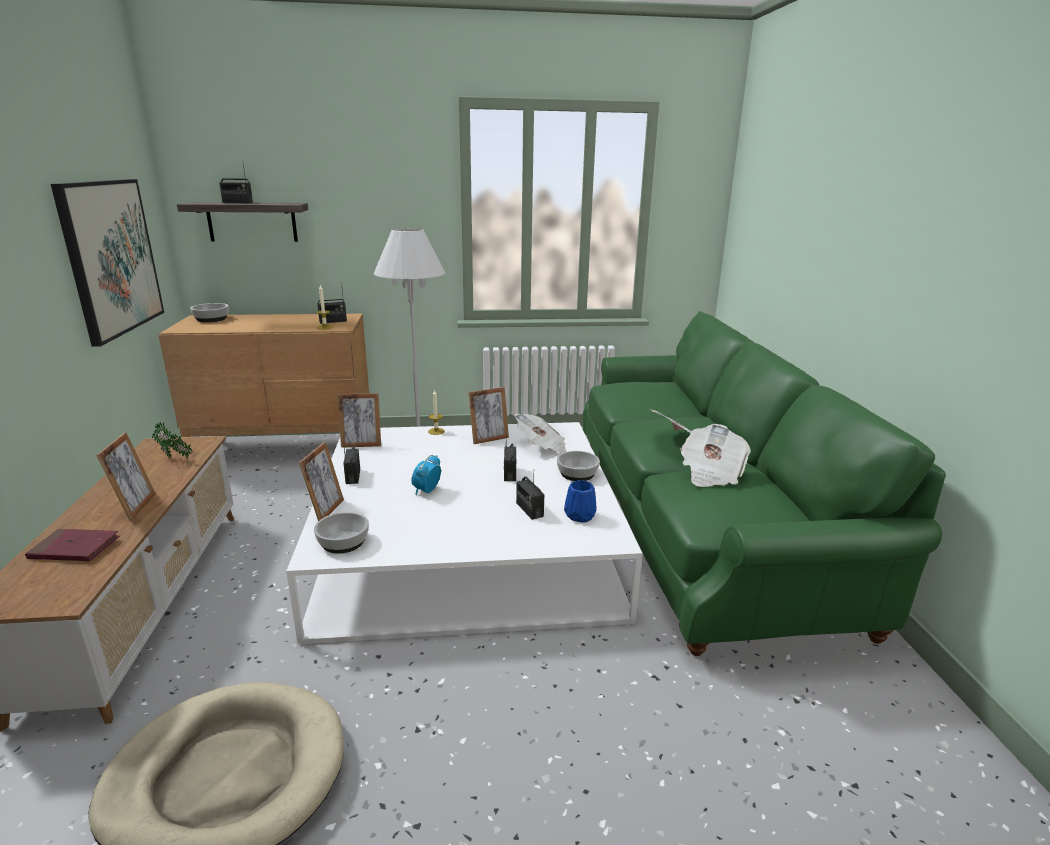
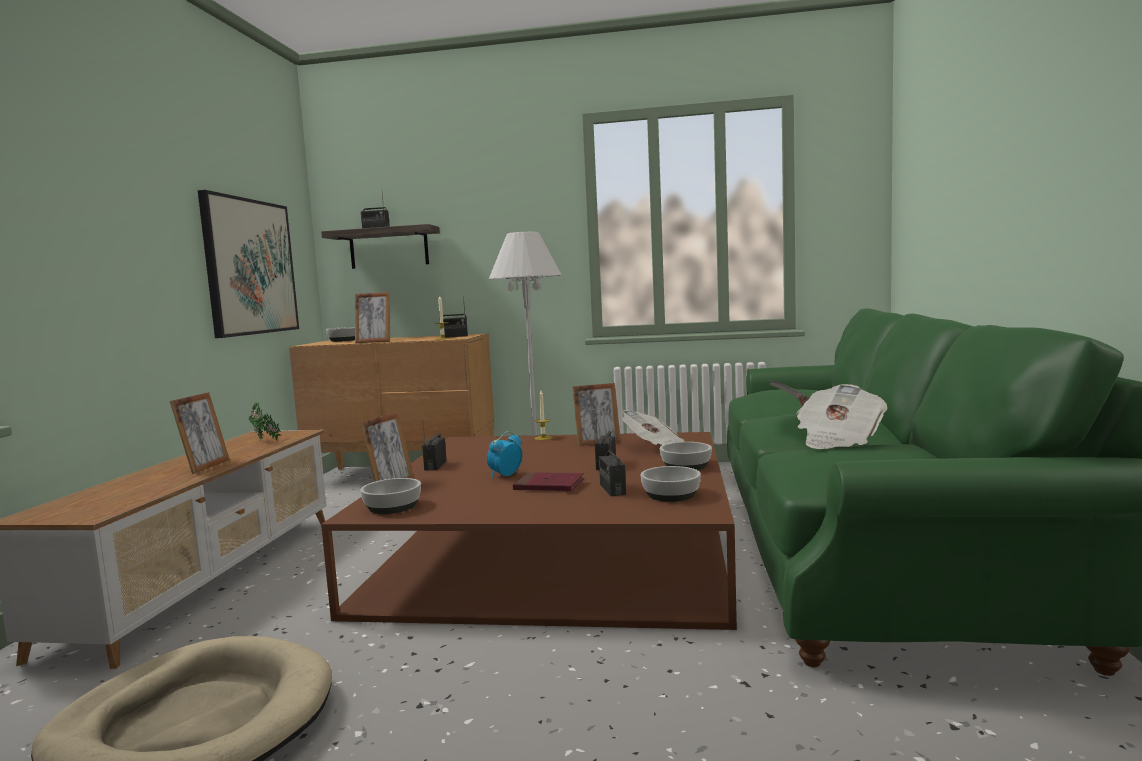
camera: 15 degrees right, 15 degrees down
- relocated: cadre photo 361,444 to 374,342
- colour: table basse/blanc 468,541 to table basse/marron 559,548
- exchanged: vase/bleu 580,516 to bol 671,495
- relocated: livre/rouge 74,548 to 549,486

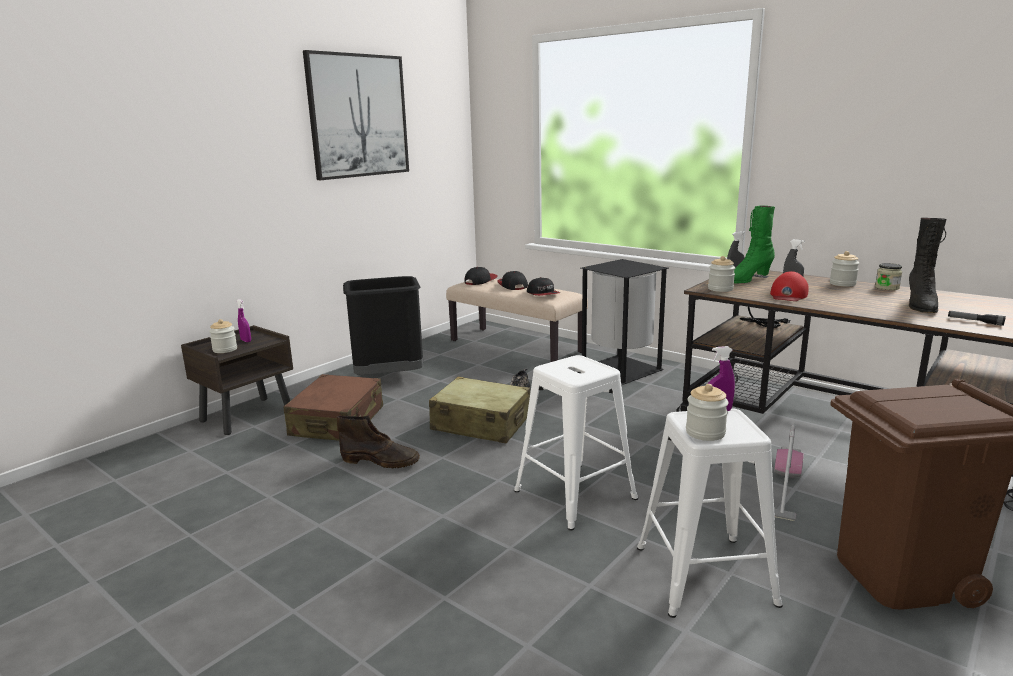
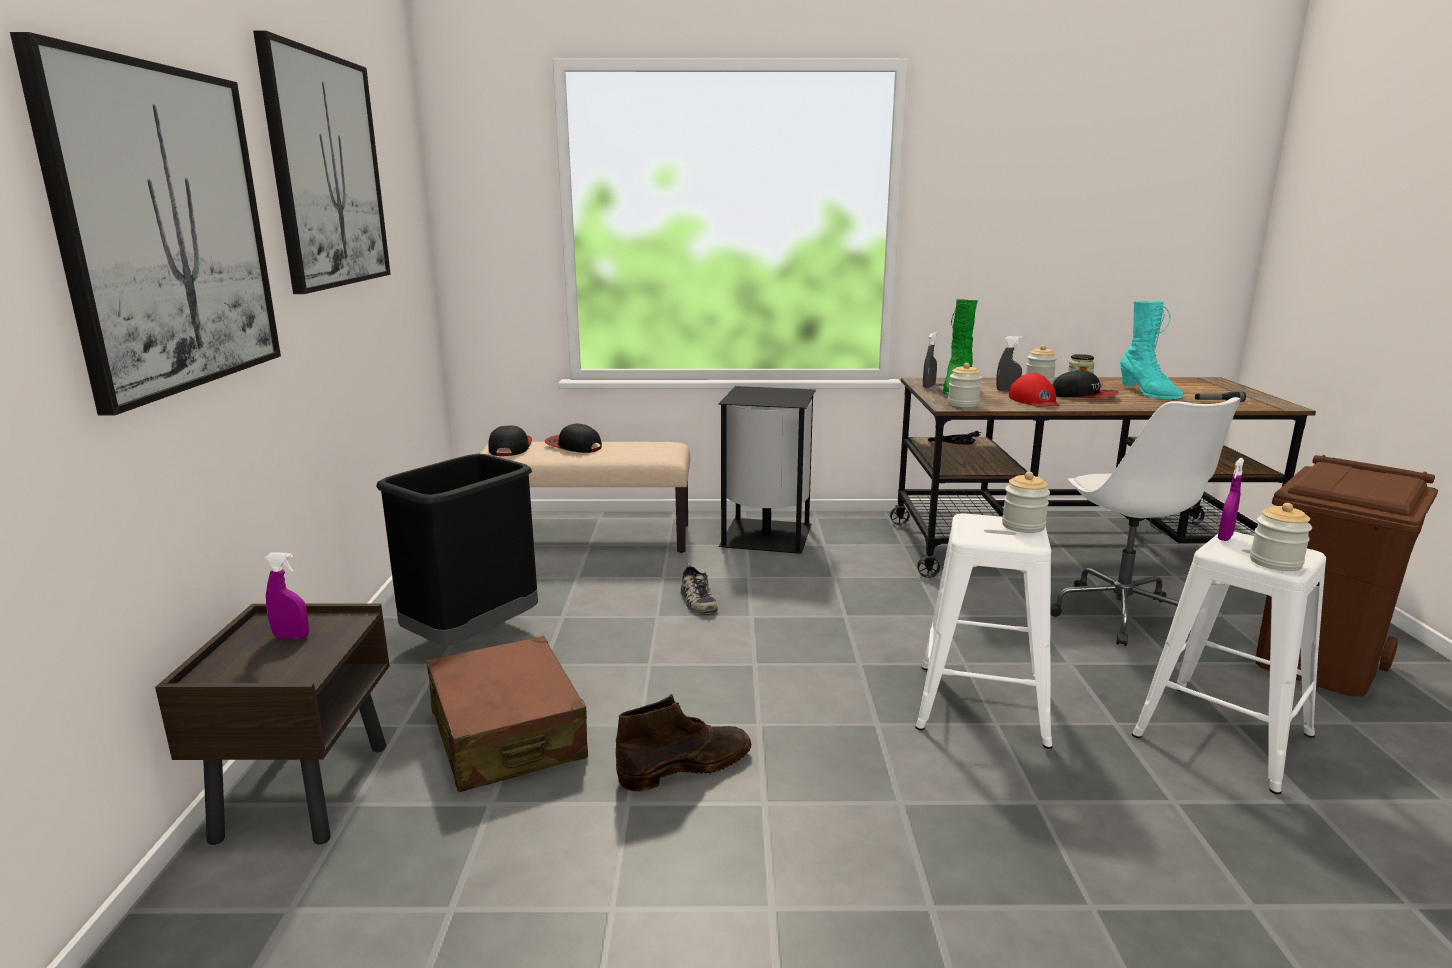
camera: 40 degrees left, 0 degrees up
- colour: botte/noir 920,305 to botte/turquoise 1148,393
- relocated: casquette 543,294 to 1083,396
- relocated: bocal 225,349 to 1023,526
- missing: valise/beige 480,424
- exchanged: aspirateur 785,488 to chaise de bureau/blanc 1122,617
- appeared: tableau 167,230

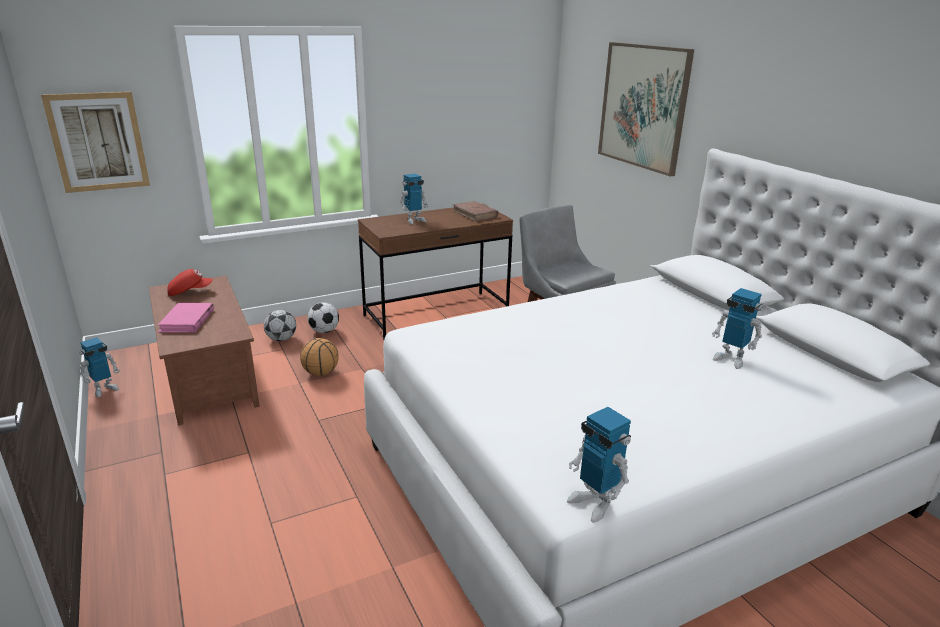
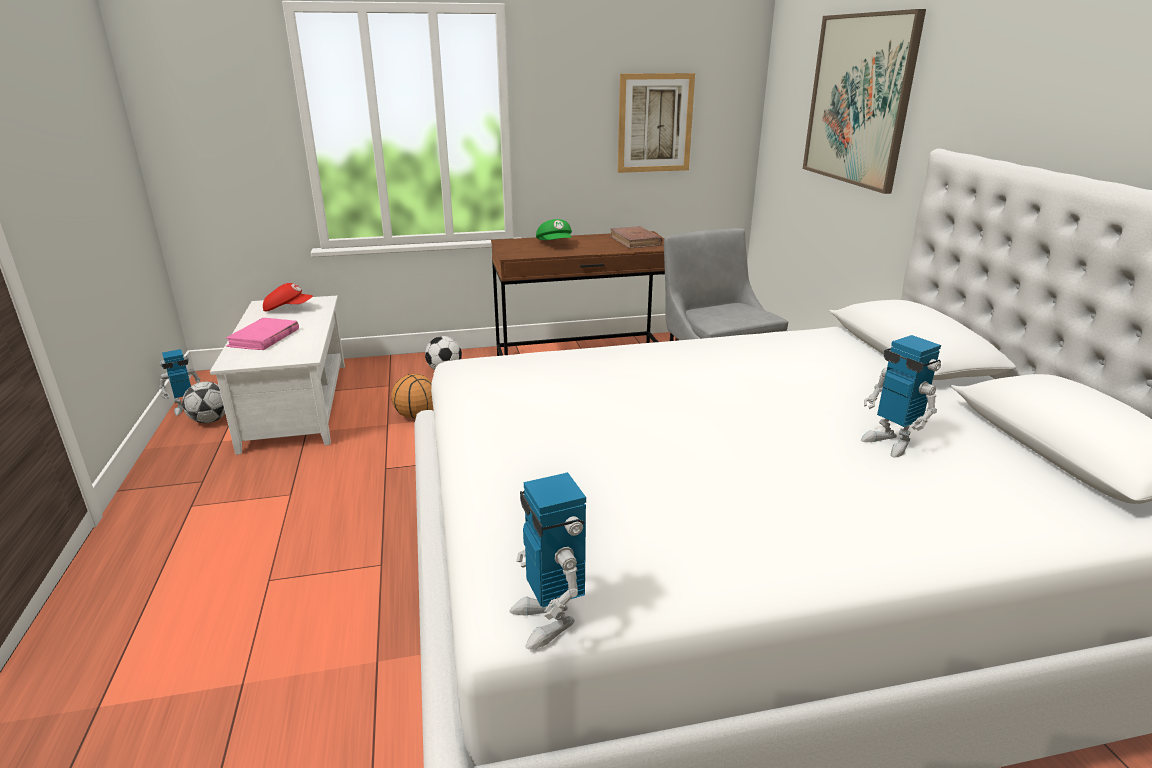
camera: 15 degrees right, 0 degrees up
- relocated: tableau 98,142 to 655,123
- exchanged: robot jouet 414,220 to casquette/vert 555,244
- colour: table basse/marron 207,375 to table basse/blanc 295,405
- relocated: ballon de foot 281,339 to 210,420

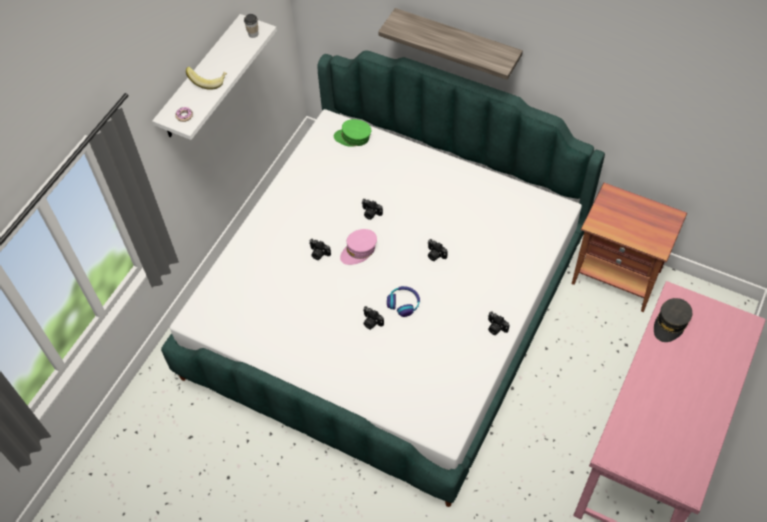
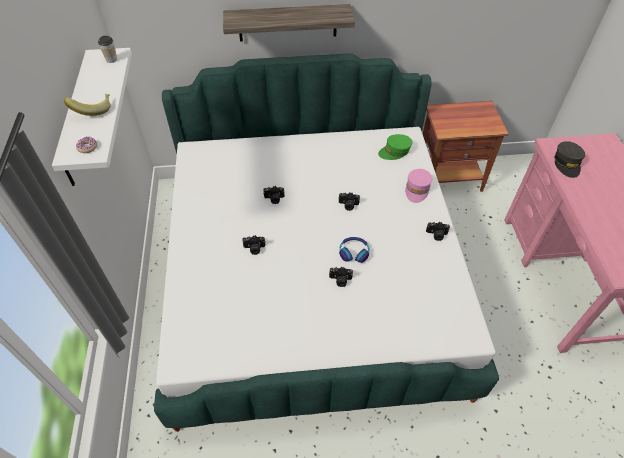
camera: 35 degrees left, 5 degrees down
- relocated: casquette/vert 353,137 to 395,151
- relocated: casquette/rose 359,250 to 417,189

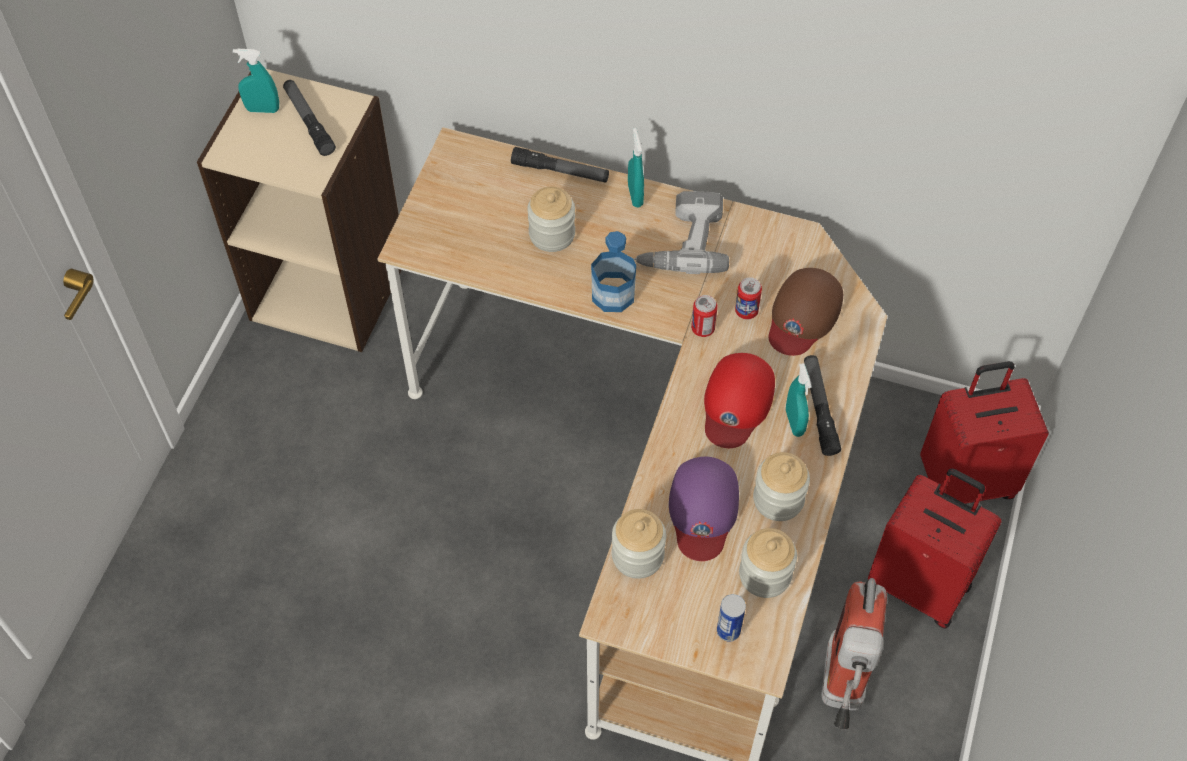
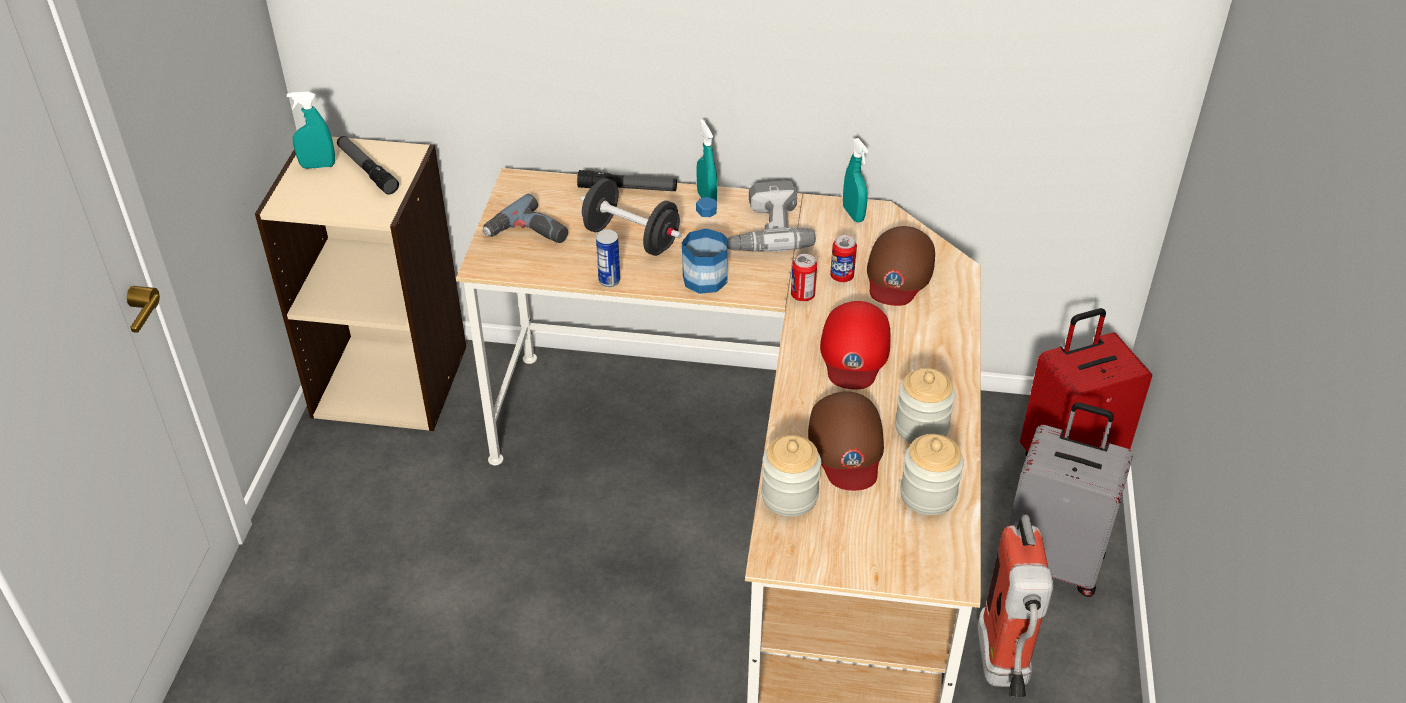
camera: 10 degrees left, 15 degrees down
- exchanged: bocal 552,234 to haltère/noir 631,238
- missing: lampe de poche 819,408
- relocated: vaporisateur/turquoise 794,422 to 853,214
- colour: casquette/violet 703,510 to casquette/marron 846,446
- colour: valise/rouge 920,584 to valise/gris 1053,560
- relocated: boîte métallique 728,631 to 609,280
- appeared: perceuse 527,235

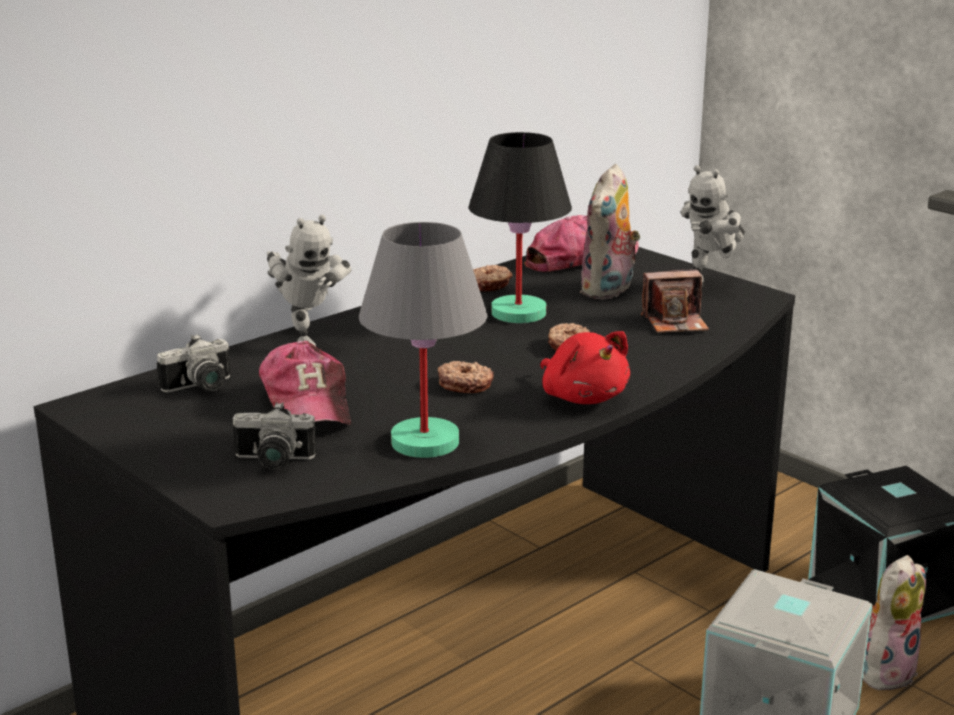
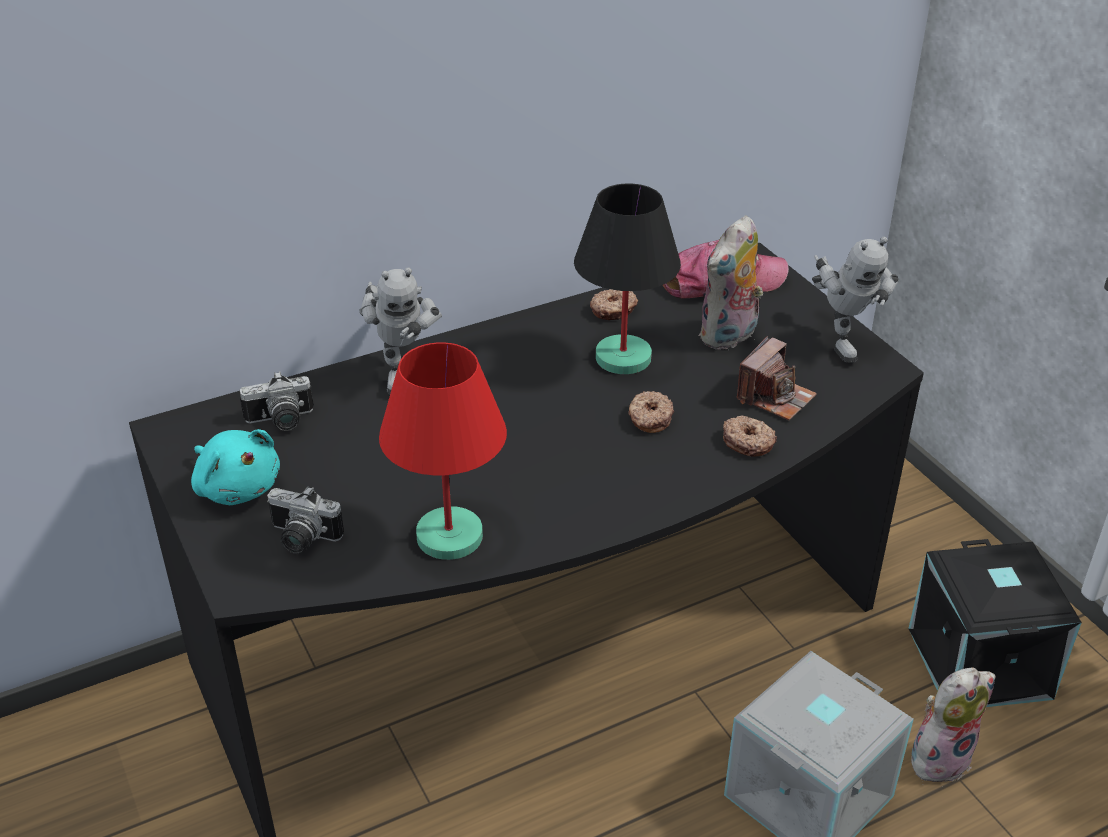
camera: 15 degrees right, 15 degrees up
- spun: robot jouet 710,284 = 841,341 75 degrees counterclockwise
- colour: lampe de table/gris 426,441 to lampe de table/rouge 451,536
- spun: appareil photo 675,322 = 775,397 60 degrees counterclockwise
- missing: peluche/rouge 583,397
- missing: casquette 308,405
- relocated: beignet 465,384 to 748,442
- appeared: peluche/turquoise 237,487

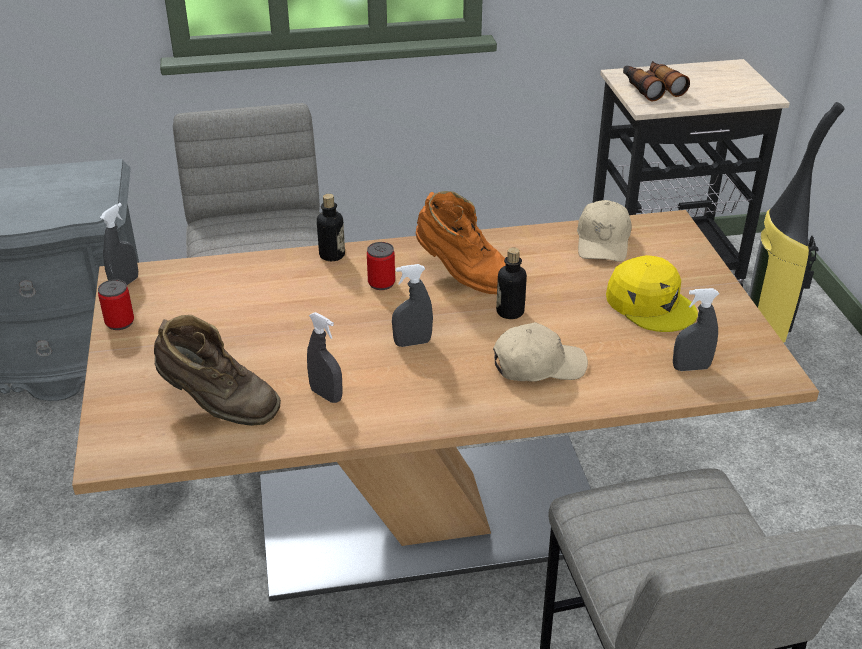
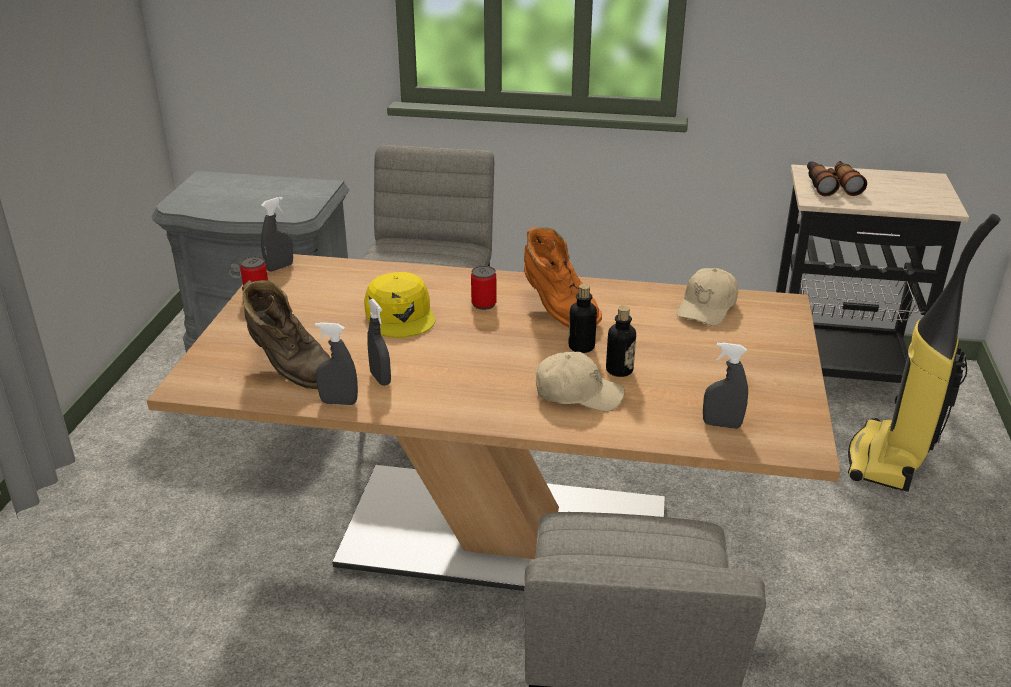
camera: 20 degrees right, 5 degrees down
- relocated: bouteille 332,255 to 619,370
- relocated: casquette/jaune 650,304 to 400,315
- relocated: vaporisateur/gris 412,343 to 339,402

